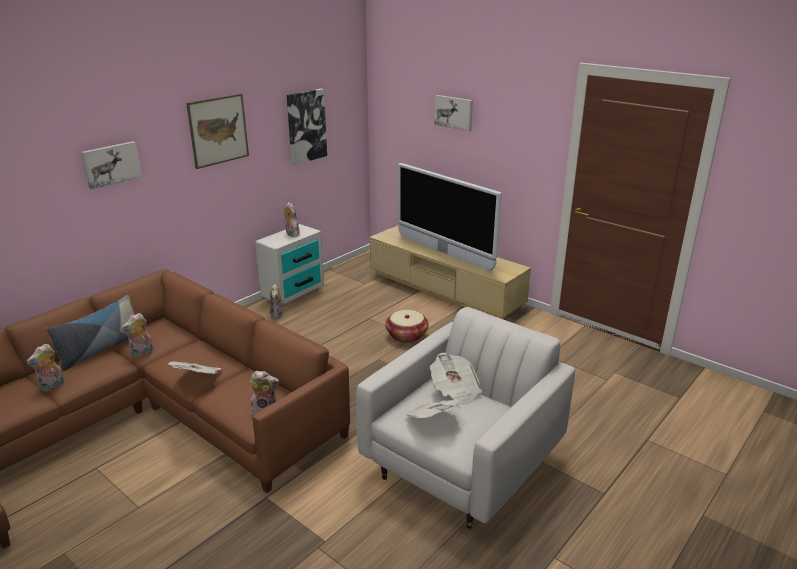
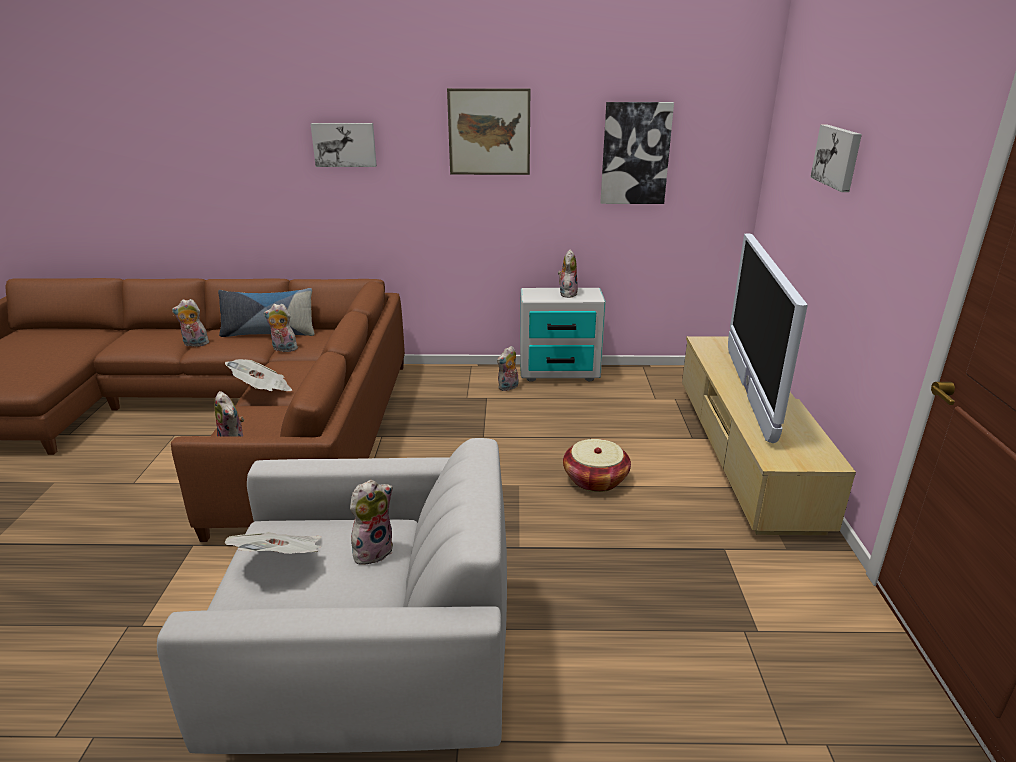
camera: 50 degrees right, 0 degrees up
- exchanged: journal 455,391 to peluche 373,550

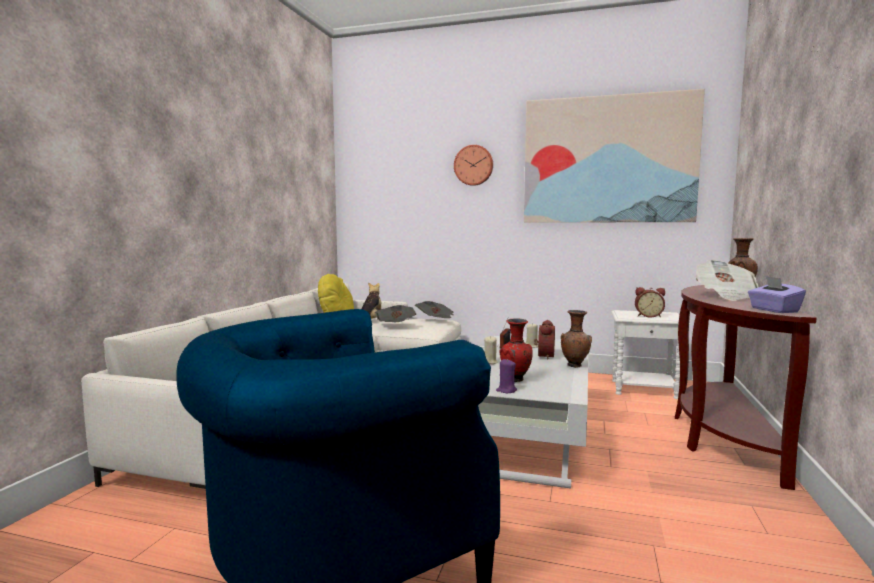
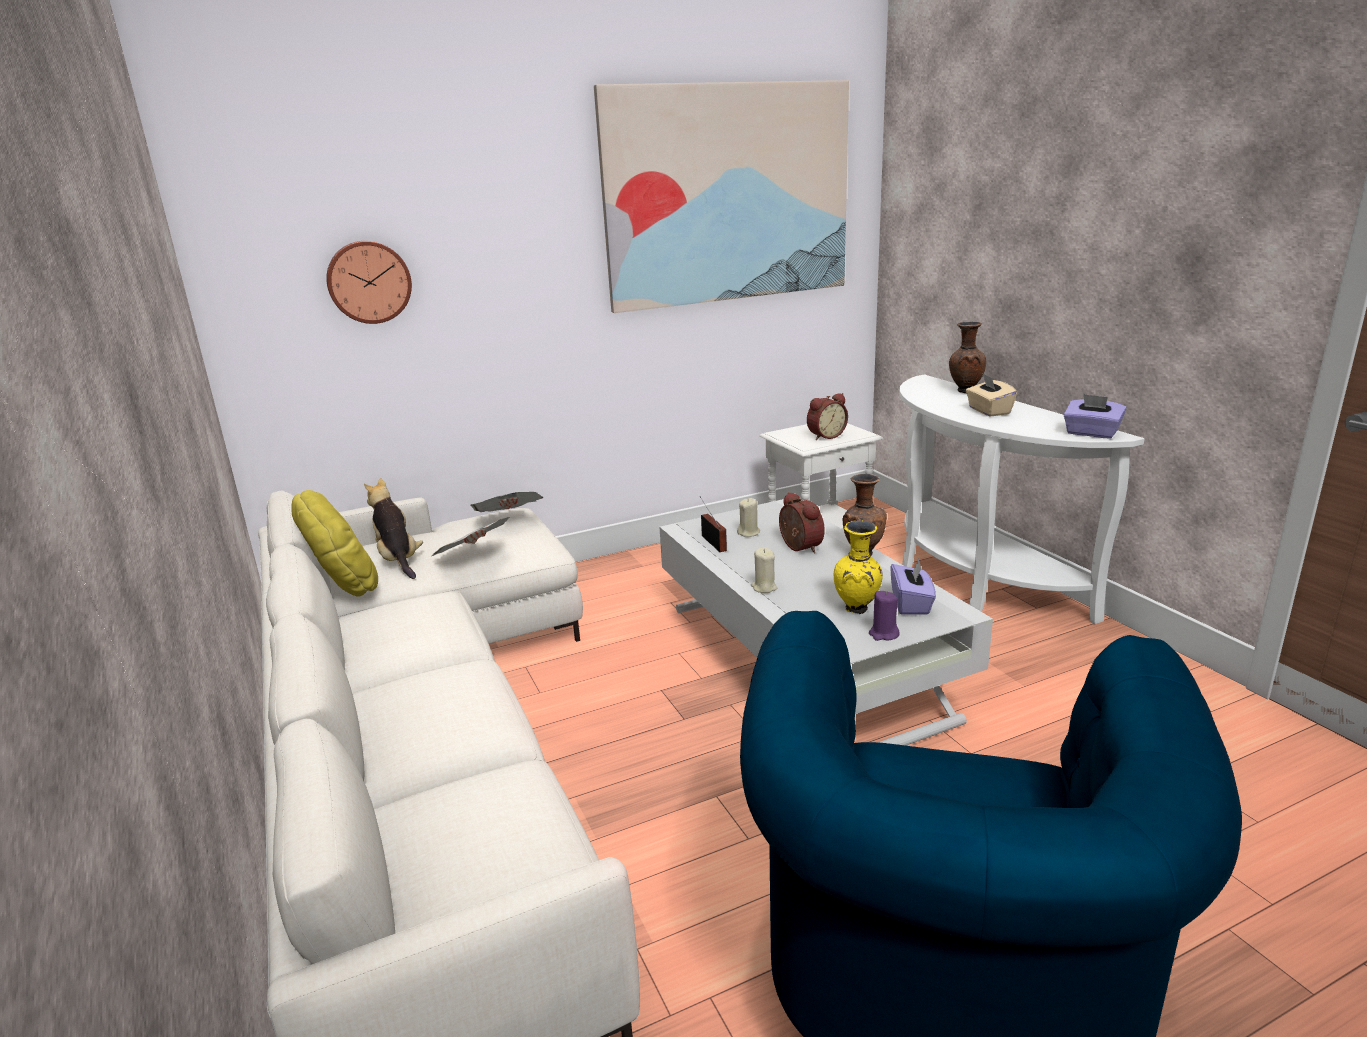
camera: 40 degrees left, 15 degrees up
- relocated: horloge murale 473,165 to 369,282
- exchanged: journal 725,296 to boîte à mouchoirs/beige 988,411
- colour: table console/marron 721,436 to table console/blanc 973,577
- colour: vase/rouge 516,380 to vase/jaune 857,610
- appeared: boîte à mouchoirs/violet 911,604

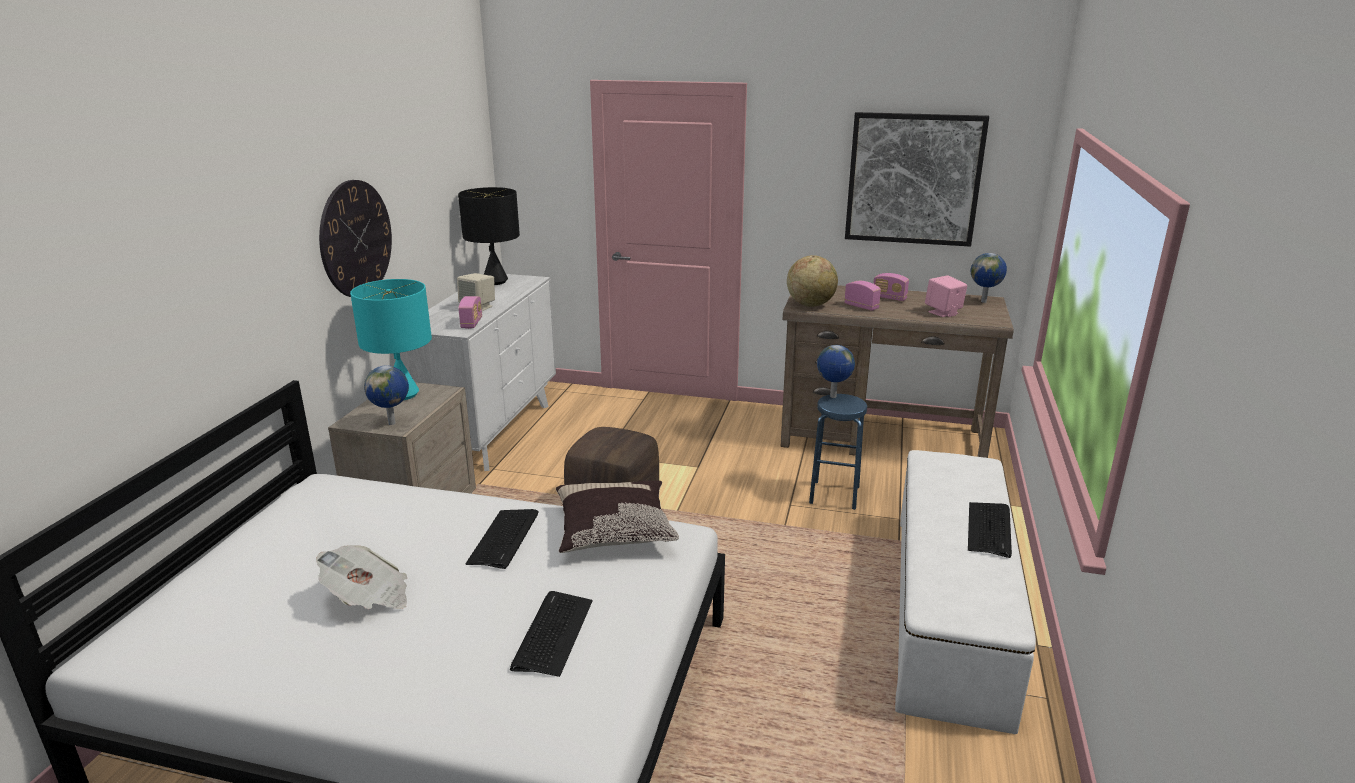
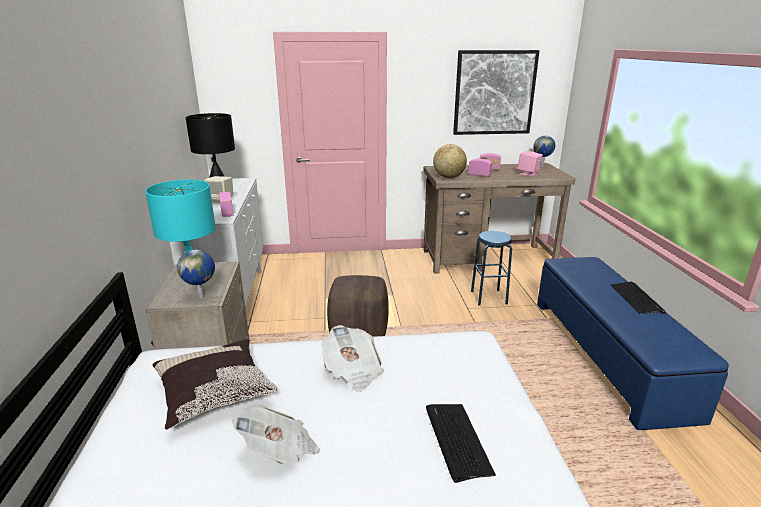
camera: 20 degrees left, 0 degrees up
- missing: horloge murale 356,239
- missing: globe 833,397
- colour: banc/blanc 950,609 to banc/bleu 608,354
- relocated: coussin 614,531 to 215,392
- exchanged: clavier 504,539 to journal 352,371

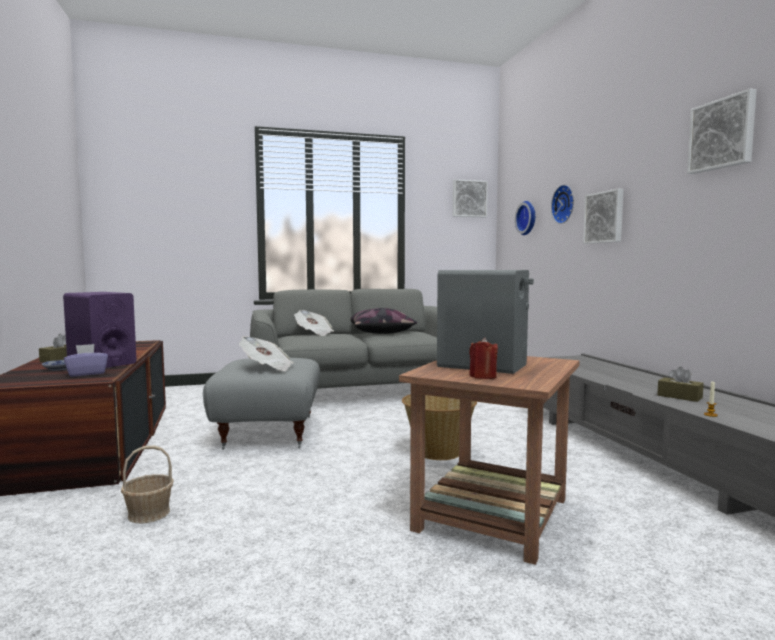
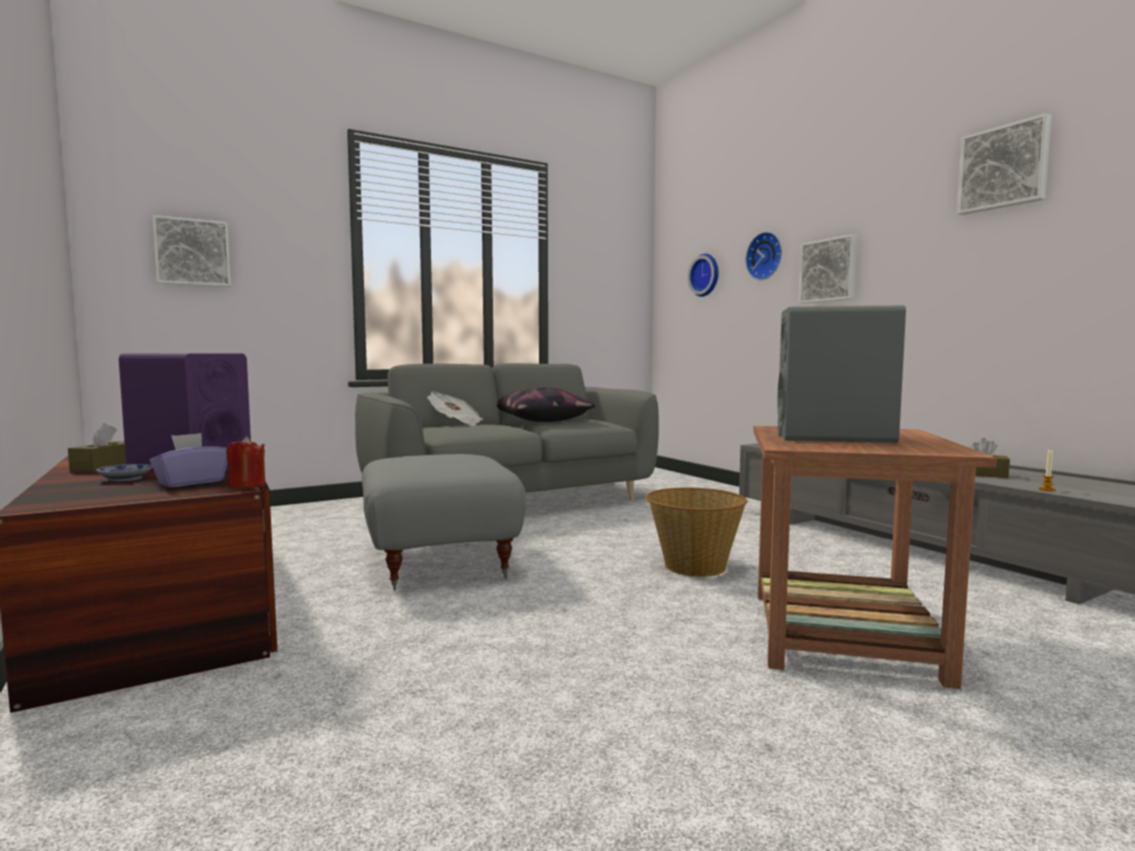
camera: 15 degrees left, 0 degrees up
- relocated: tableau 469,199 to 192,252
- missing: journal 267,368
- relocated: bougie/rouge 482,376 to 247,485
- missing: panier 148,513

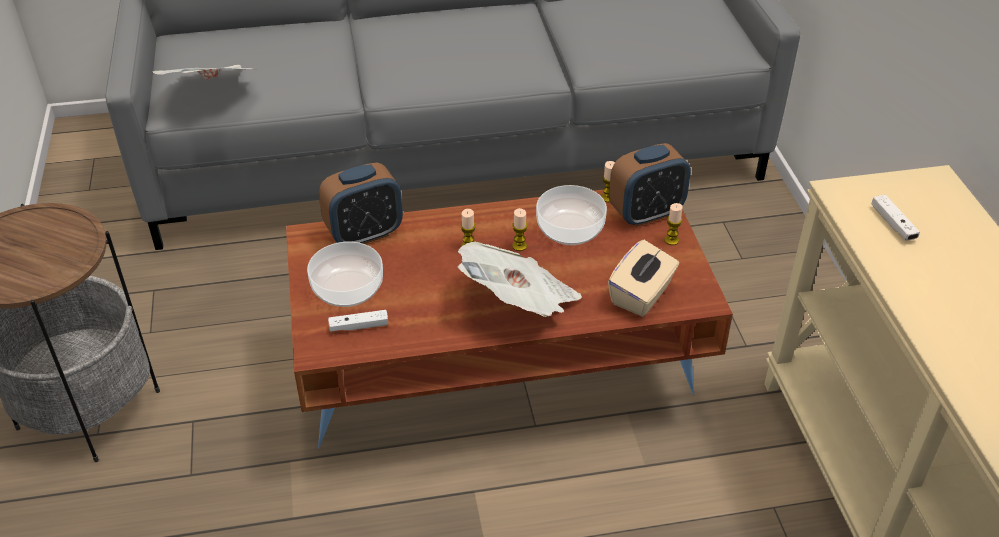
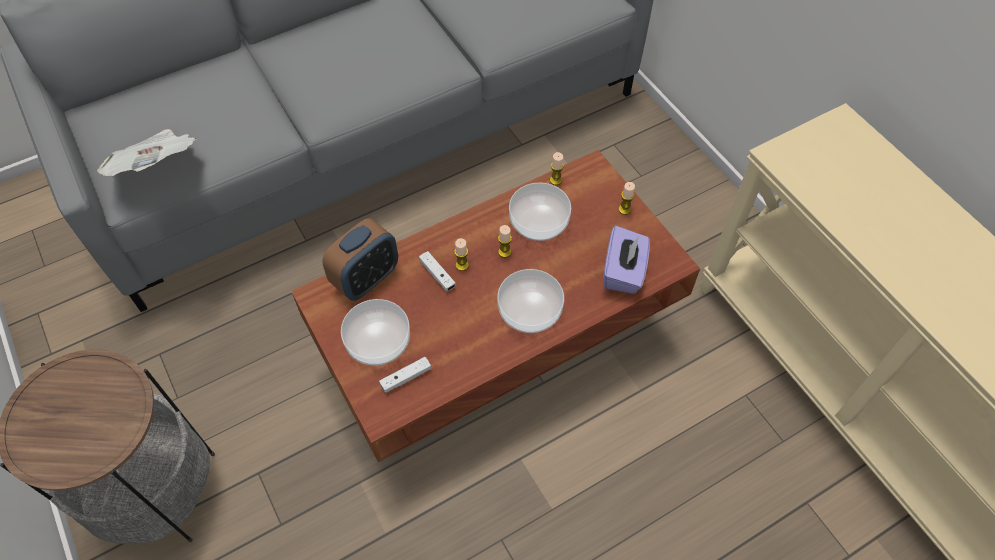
camera: 20 degrees left, 15 degrees up
- missing: réveil 646,213
- relocated: manette/blanc 893,224 to 437,274
- colour: boîte à mouchoirs/beige 641,295 to boîte à mouchoirs/violet 623,272
- exchanged: journal 520,303 to bol 530,310

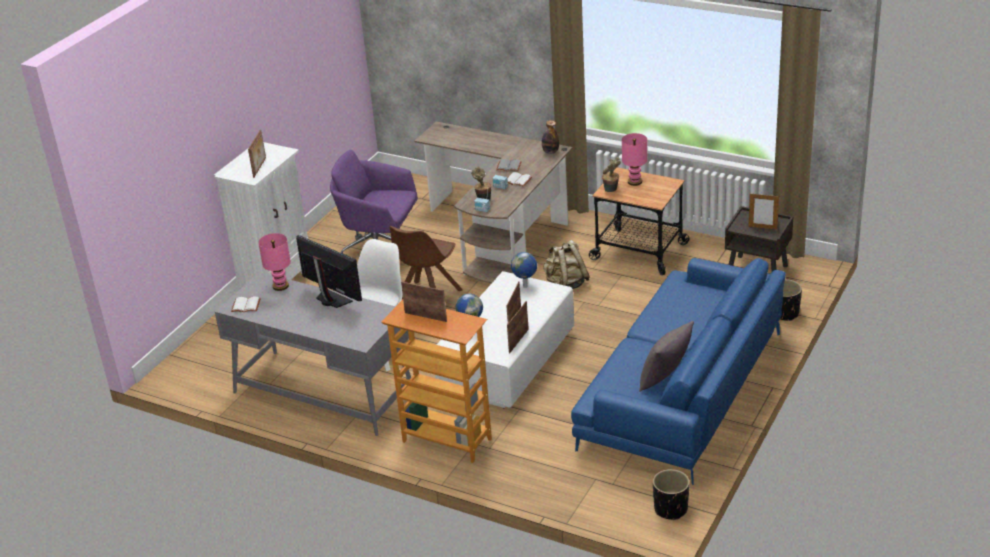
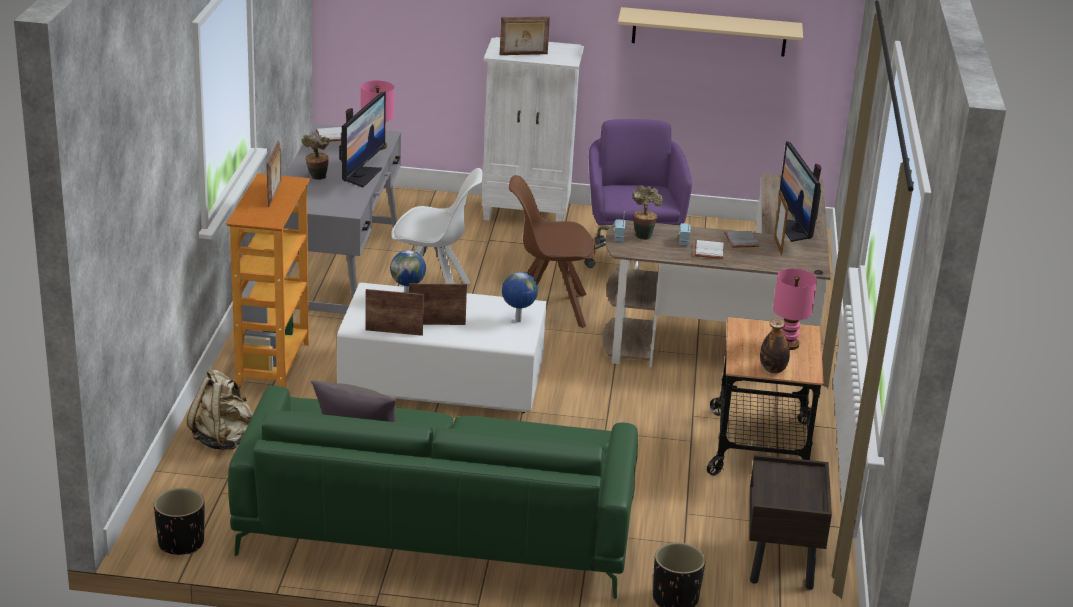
camera: 65 degrees right, 5 degrees down
- relocated: bouteille 550,152 to 773,369
- relocated: plante en pot 611,190 to 316,178
- relocated: cadre photo 762,227 to 778,246
- relocated: sac à dos/beige 566,284 to 223,439
- colour: canapé/bleu 685,391 to canapé/vert 438,526
- appeared: étagère/beige 709,32
- appeared: écran d'ordinateur 796,230

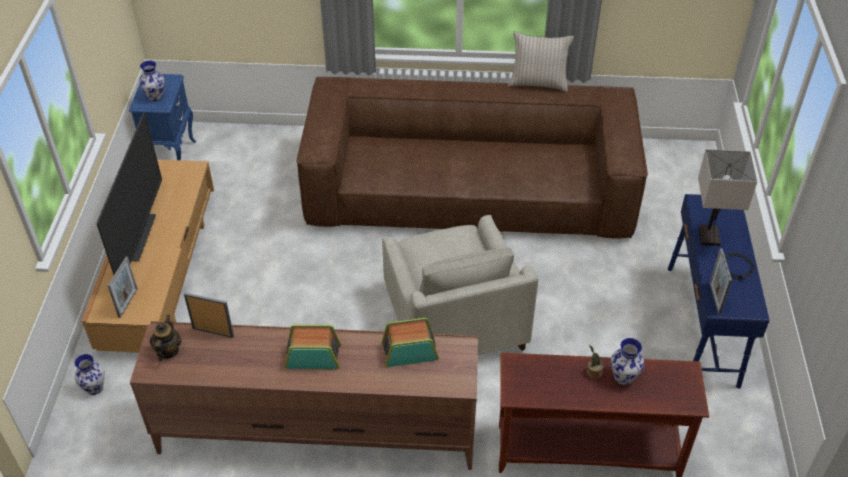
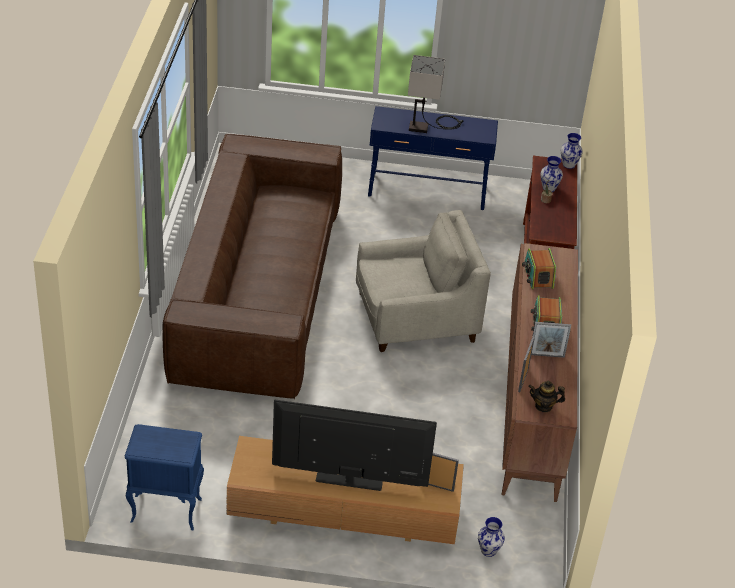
camera: 90 degrees left, 5 degrees down
- missing: coussin/beige 538,83
- relocated: vase 156,96 to 568,164
- relocated: cadre photo 714,298 to 546,355

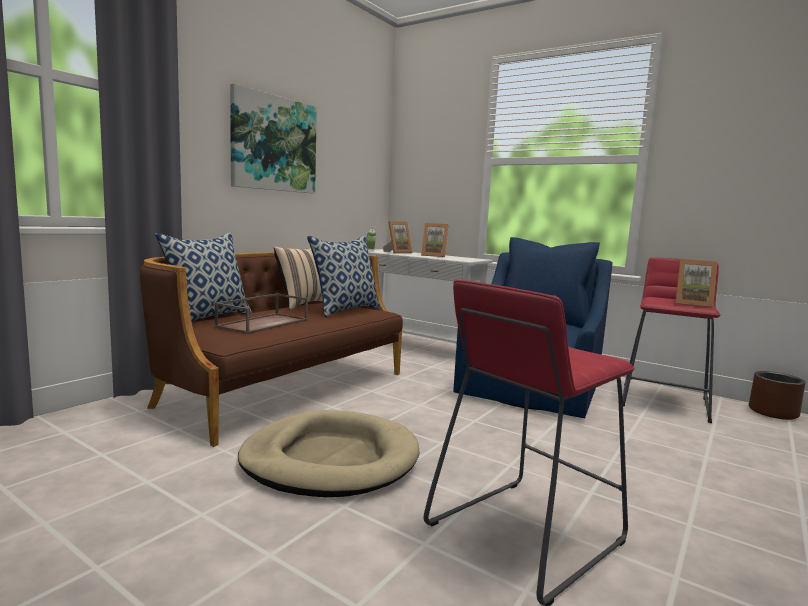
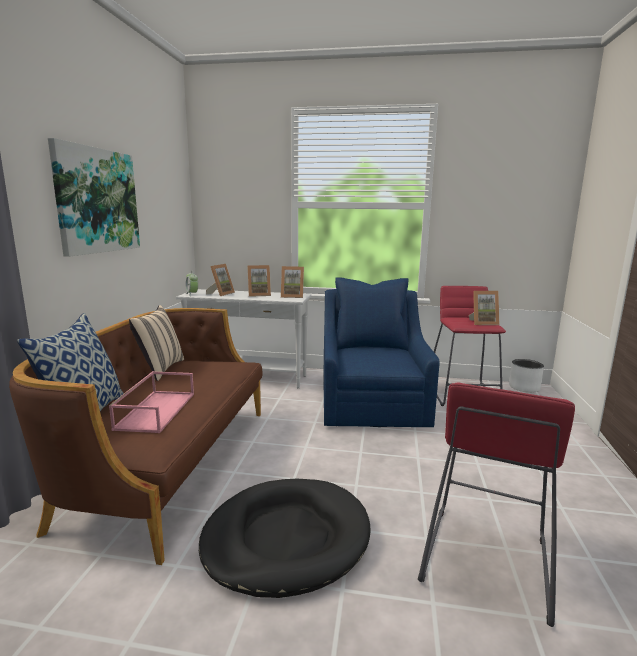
camera: 25 degrees left, 5 degrees up
- missing: coussin 345,310
- colour: plateau/marron 263,323 to plateau/rose 156,410
- colour: cache-pot/marron 773,413 to cache-pot/blanc 524,388
- colour: panier pour chien/beige 330,460 to panier pour chien/noir 286,539
- appeared: cadre photo 292,296

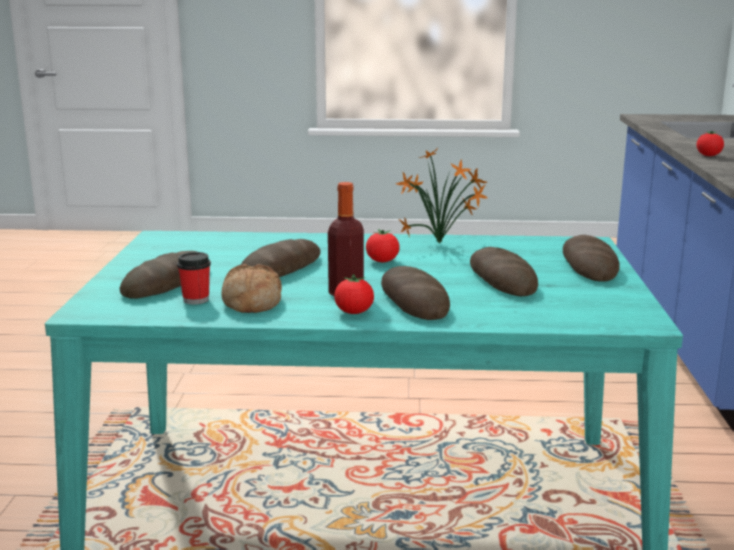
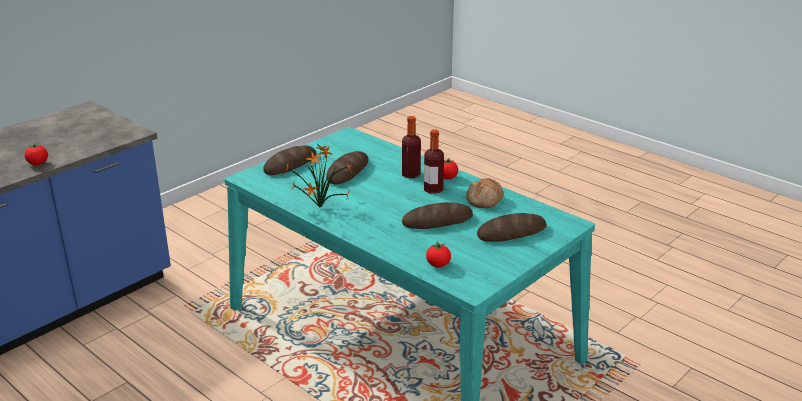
camera: 140 degrees left, 10 degrees up
- relocated: tomate 382,261 to 438,265
- missing: tasse 196,300
- exchanged: pain 414,300 to bouteille 411,174

